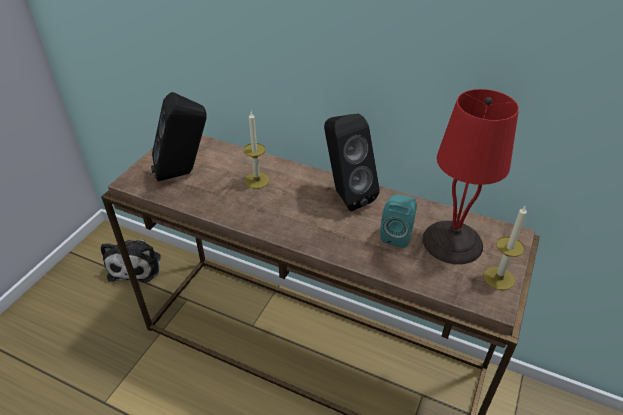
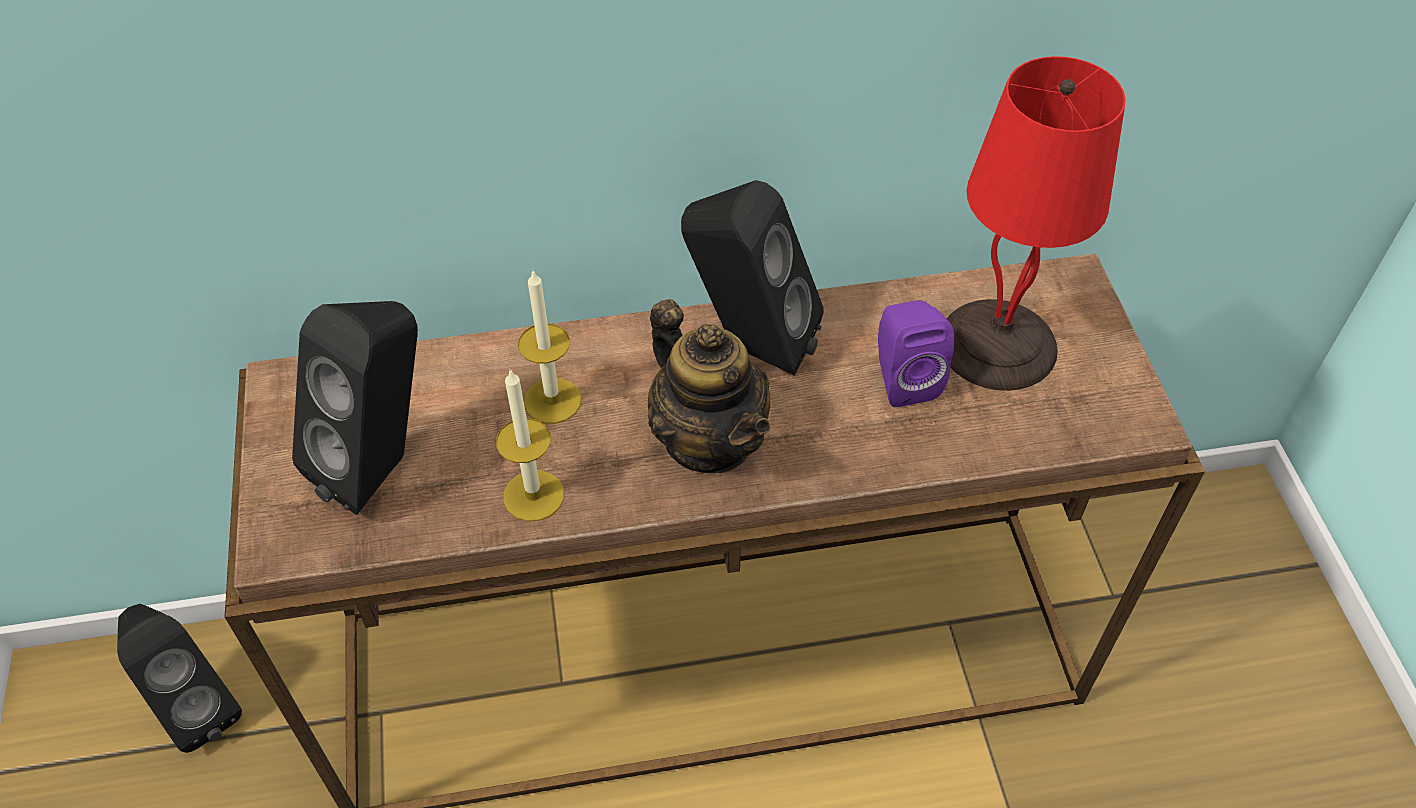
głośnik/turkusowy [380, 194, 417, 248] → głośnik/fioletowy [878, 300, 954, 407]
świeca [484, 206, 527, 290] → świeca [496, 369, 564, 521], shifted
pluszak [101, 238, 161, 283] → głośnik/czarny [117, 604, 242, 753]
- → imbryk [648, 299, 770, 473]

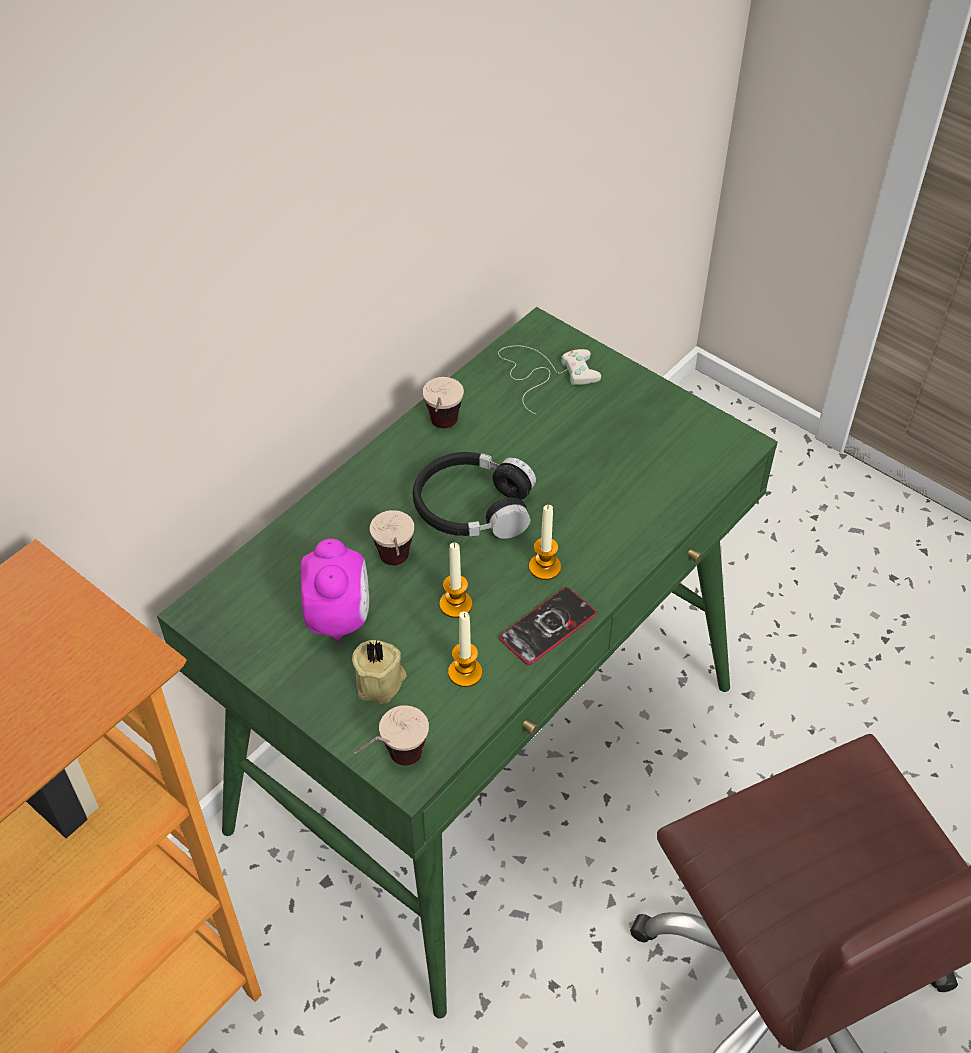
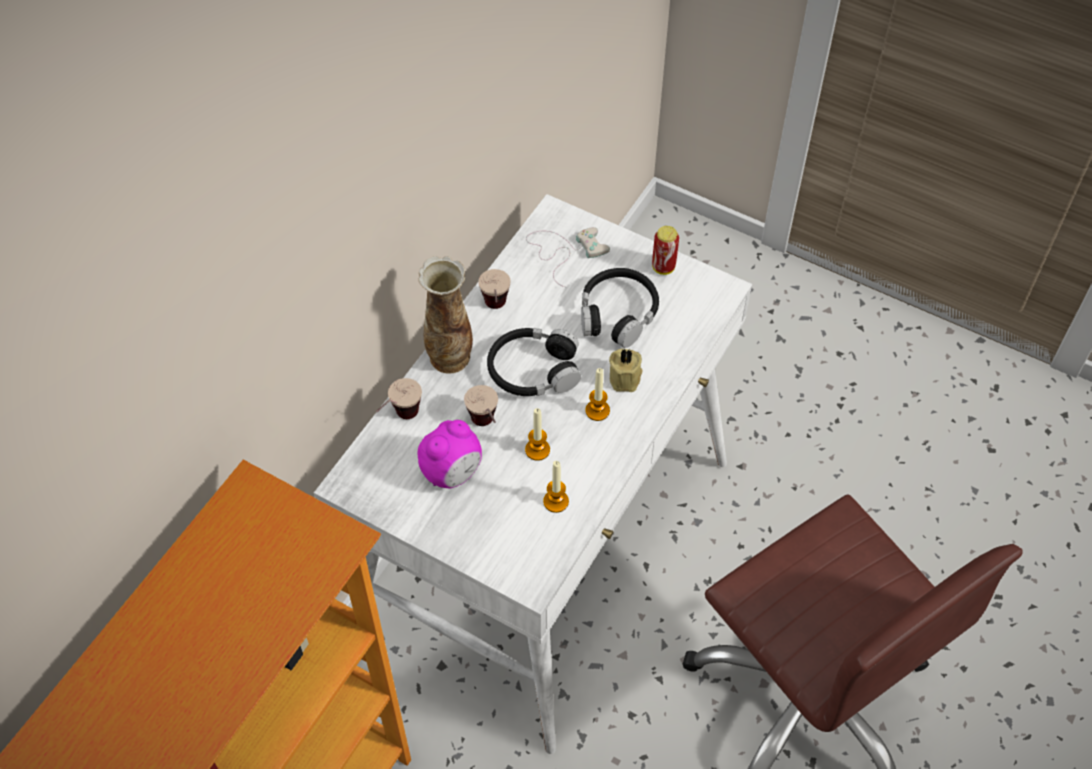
biurko/zielony [157, 307, 778, 1019] → biurko/biały [314, 194, 752, 754]
budzik [301, 539, 369, 642] → budzik [418, 420, 482, 488], 60 degrees clockwise
telefon [499, 587, 596, 665] → -
świeca/beżowy [352, 640, 407, 704] → świeca/beżowy [609, 348, 643, 392], shifted
filiżanka [354, 705, 429, 766] → filiżanka [376, 378, 422, 419], shifted
- → puszka [652, 226, 679, 275]
- → wazon [418, 256, 473, 374]
- → słuchawki/czarny [581, 268, 659, 348]

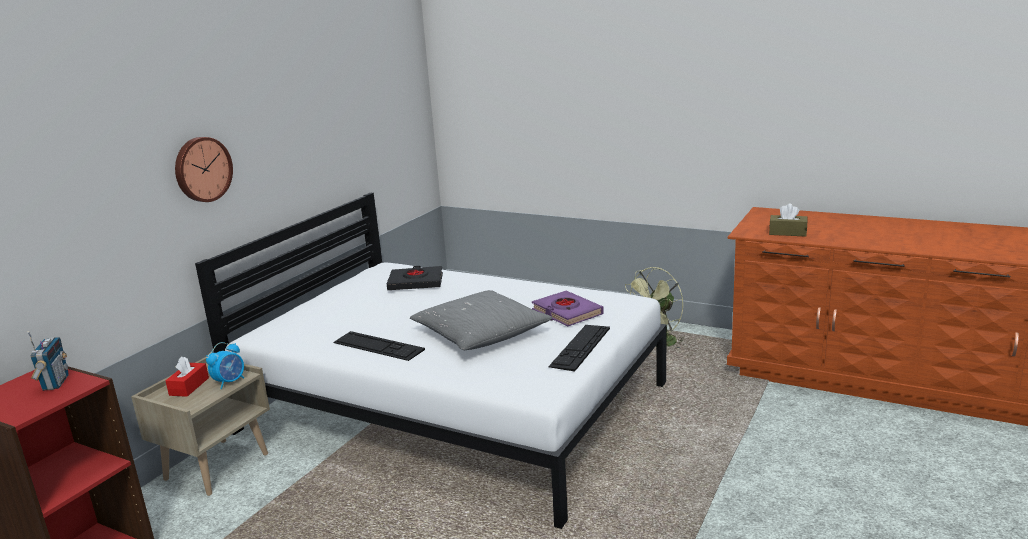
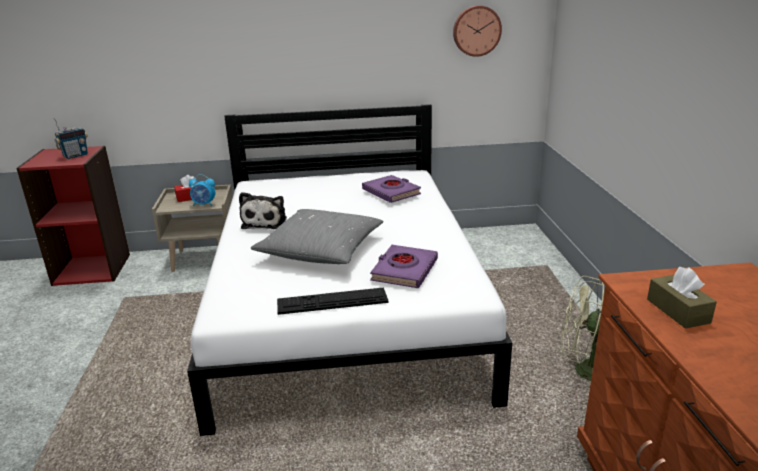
zegar ścienny [175, 137, 233, 202] → zegar ścienny [453, 5, 502, 57], shifted
książka/czarny [387, 266, 443, 290] → książka/fioletowy [362, 175, 421, 203]
klawiatura [333, 331, 425, 361] → pluszak [239, 192, 287, 229]

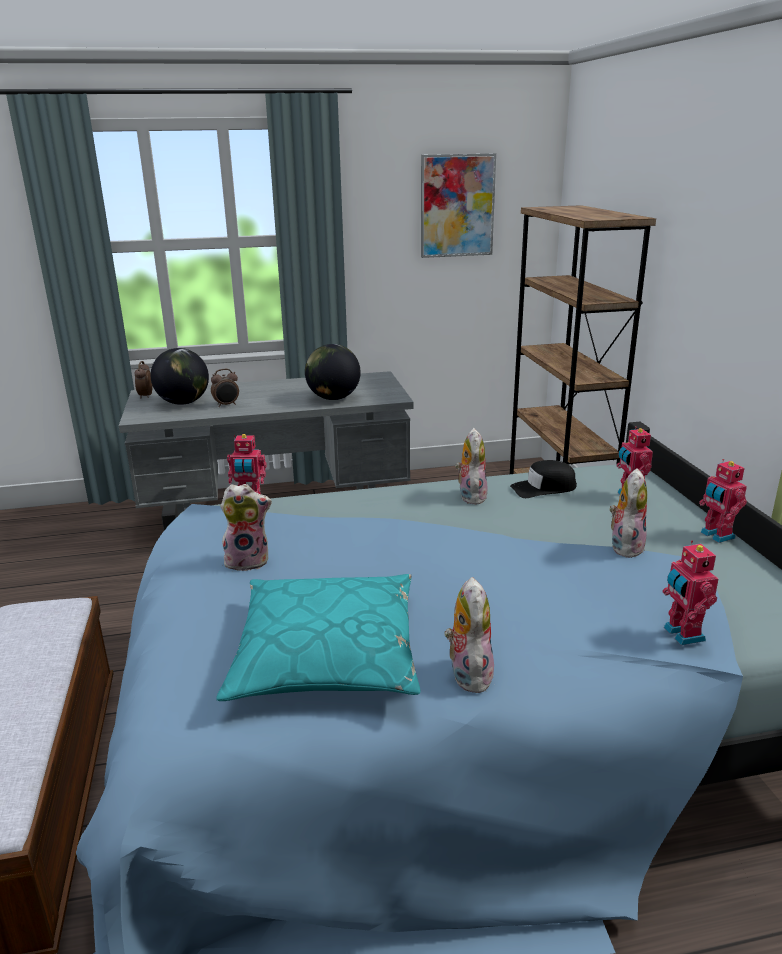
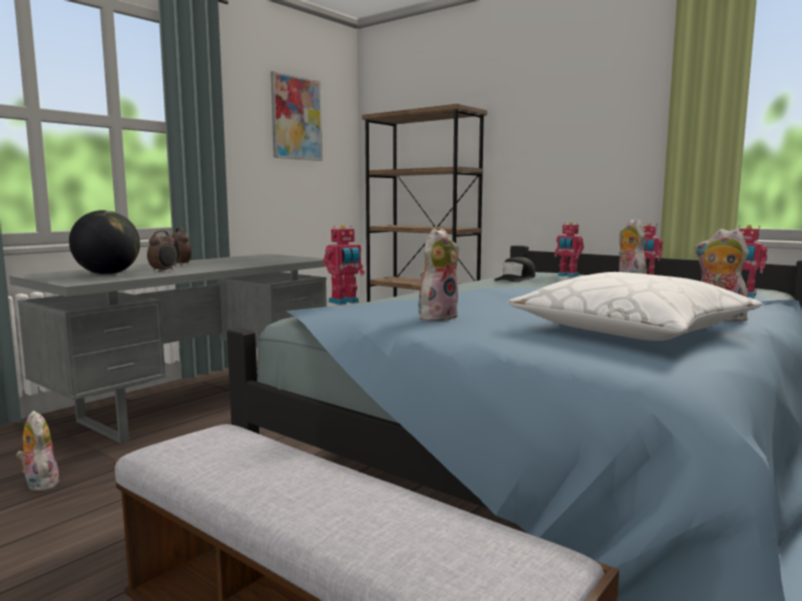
globus [305, 344, 361, 400] → -
budzik [135, 361, 153, 399] → budzik [172, 228, 191, 266], shifted
pluszak [455, 428, 488, 504] → pluszak [16, 411, 61, 491], shifted
poduszka/turkusowy [216, 574, 420, 701] → poduszka/biały [507, 272, 762, 341]

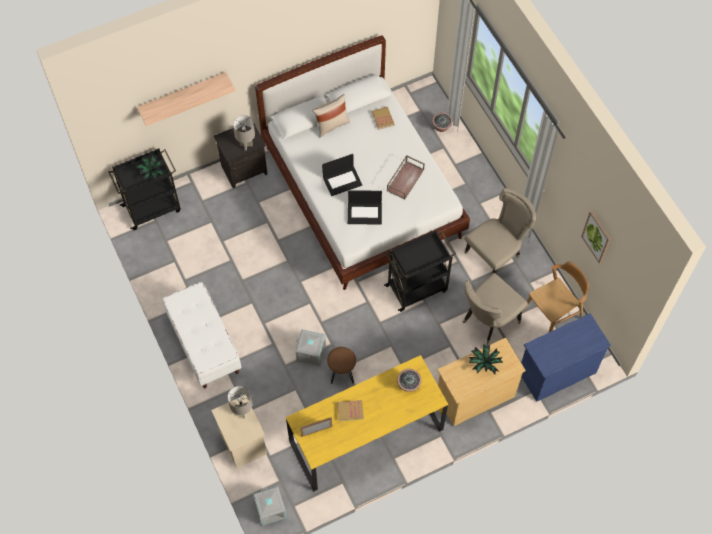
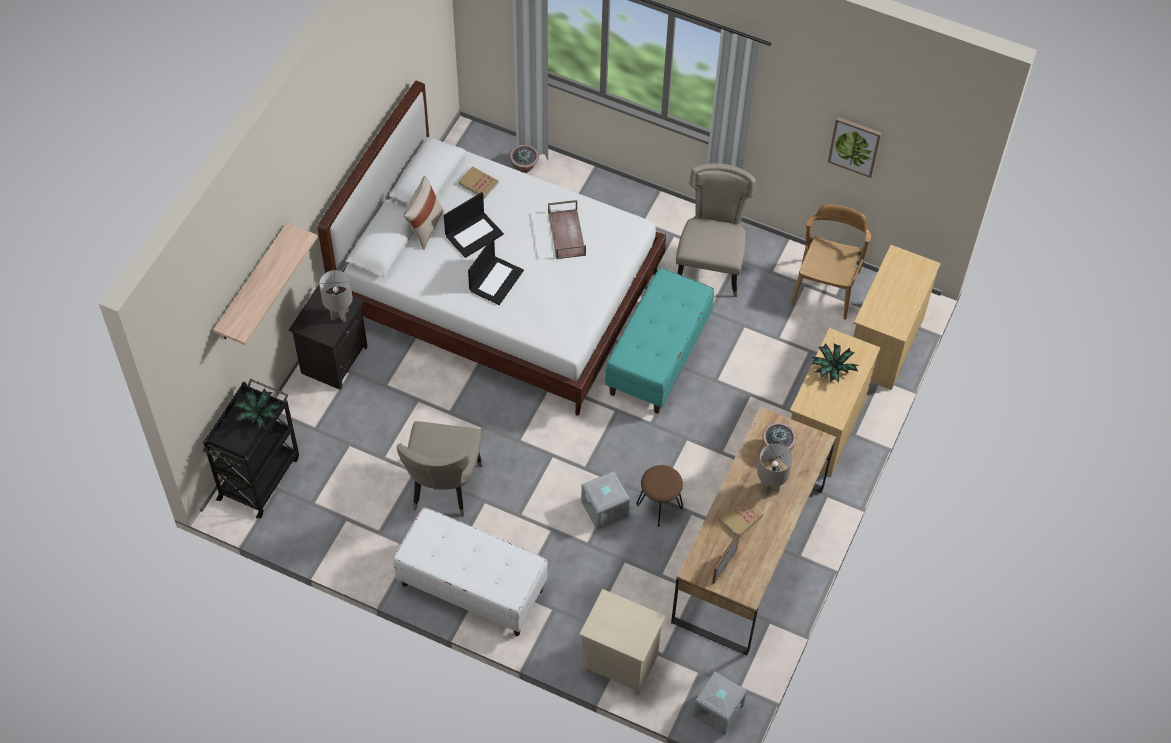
laptop [348, 190, 382, 225] → laptop [444, 192, 504, 258], shifted
wózek/czarny [384, 230, 456, 312] → ławka/turkusowy [605, 268, 714, 414]
krzesło/beżowy [463, 273, 528, 345] → krzesło/beżowy [397, 421, 483, 517], shifted
komoda/niebieski [521, 313, 611, 402] → komoda/beżowy [853, 245, 941, 390]
biurko/żółty [286, 355, 448, 491] → biurko/brązowy [671, 407, 836, 655]
lampa stołowa/szary [227, 386, 252, 419] → lampa stołowa/szary [757, 443, 793, 495], shifted

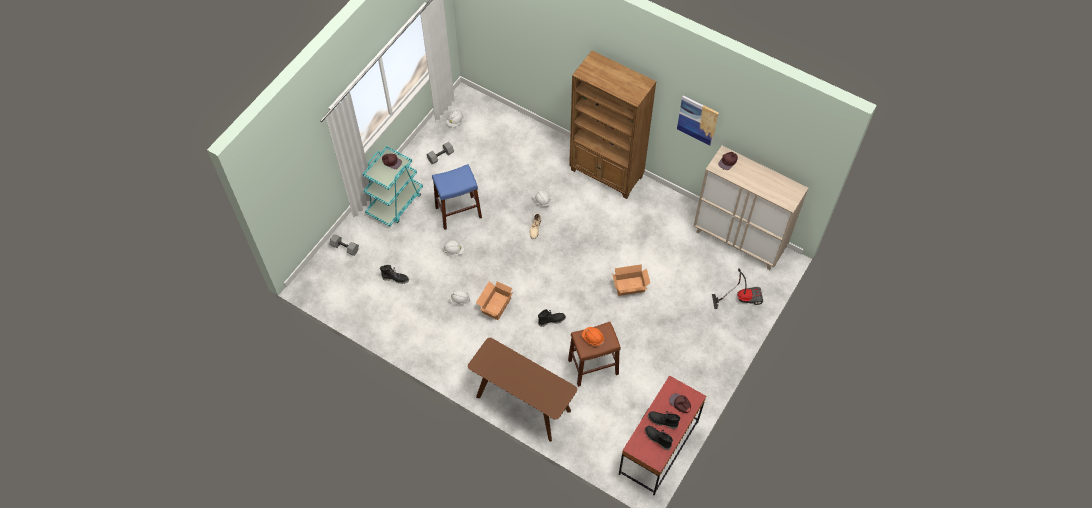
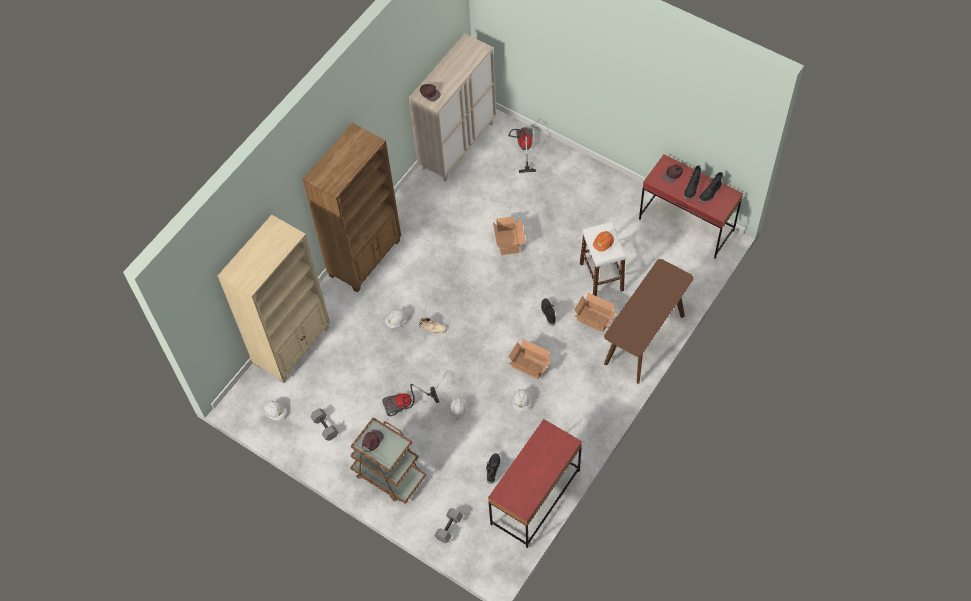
obraz [677, 96, 719, 146] → -
wózek/turkusowy [363, 146, 423, 227] → wózek/brązowy [350, 417, 426, 504]
stołek/niebieski [432, 164, 482, 230] → odkurzacz [382, 384, 439, 416]
stołek/brązowy [568, 322, 621, 387] → stołek/biały [580, 222, 626, 296]
- → regał/beżowy [218, 215, 330, 383]
- → karton [574, 293, 617, 332]
- → biurko/czerwony [488, 419, 582, 548]

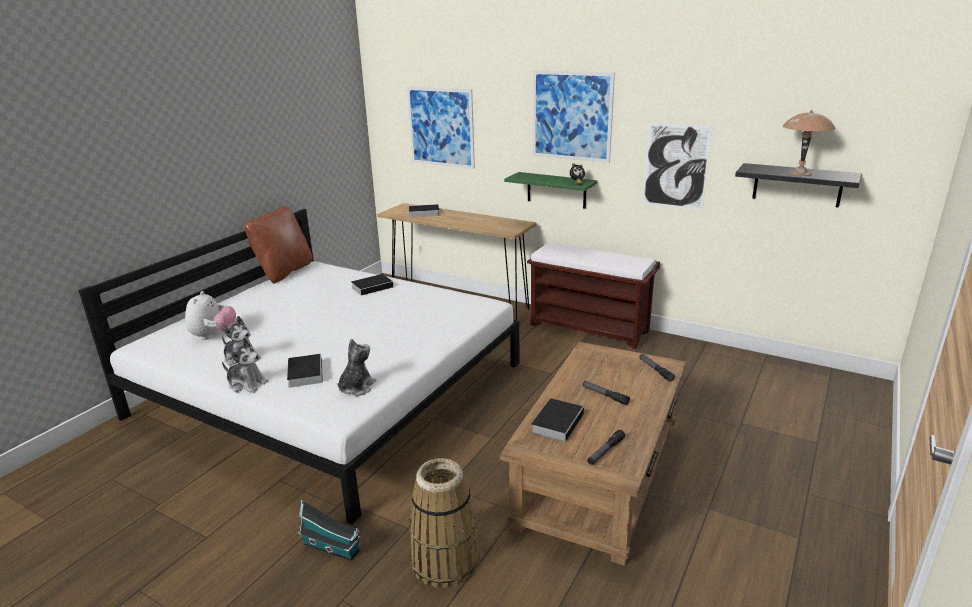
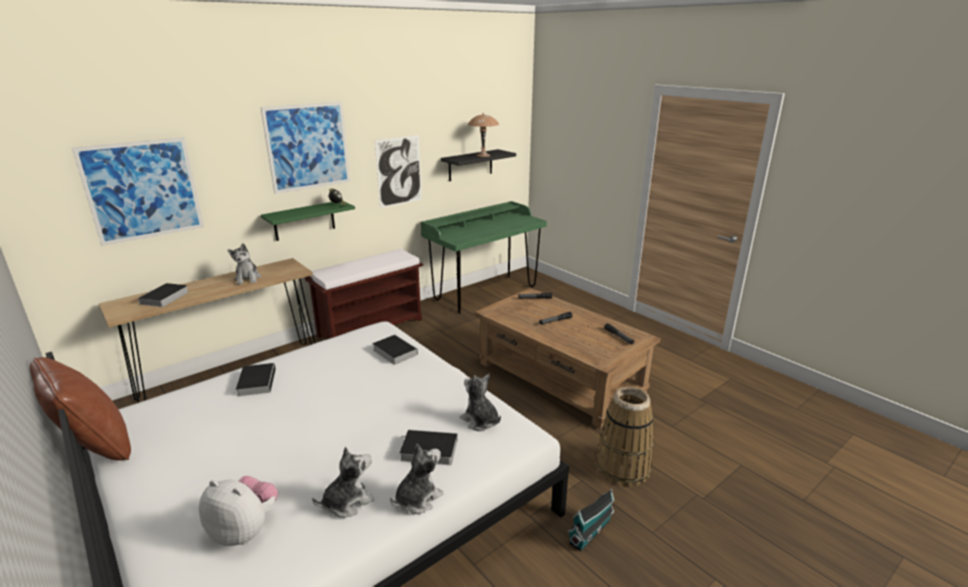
książka [531, 398, 584, 442] → książka [372, 335, 418, 365], shifted
- → biurko/zielony [421, 201, 547, 314]
- → pluszak [228, 243, 261, 285]

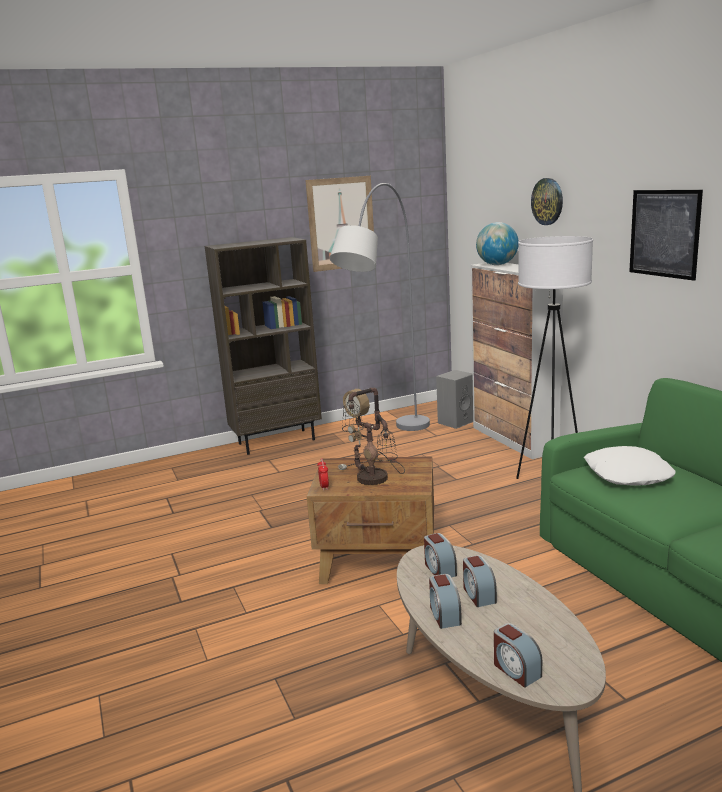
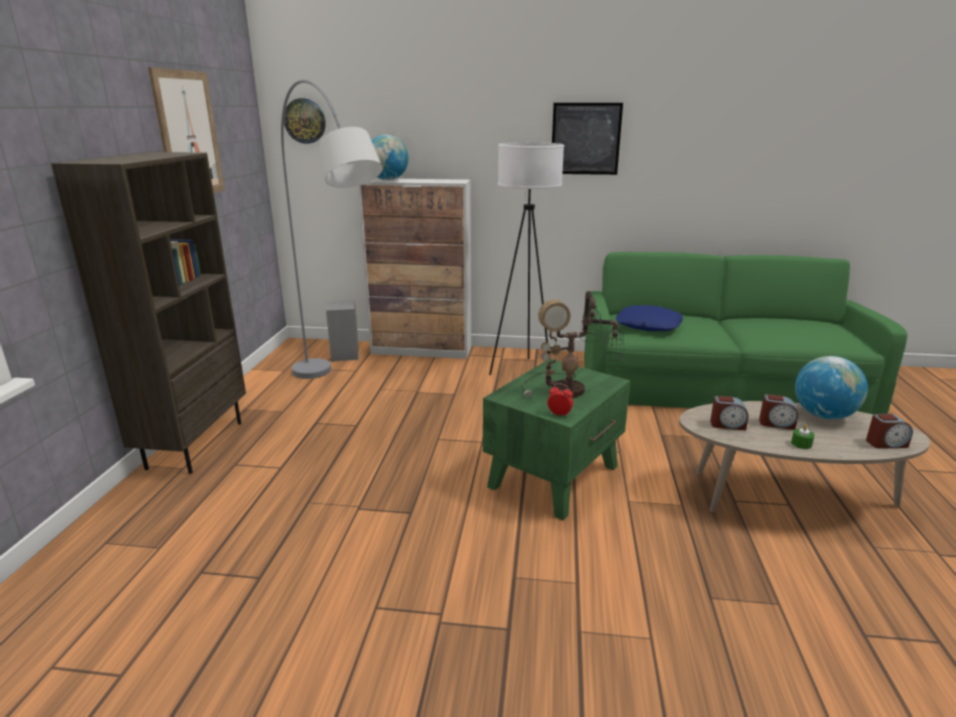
zegar ścienny [531, 178, 563, 225] → zegar ścienny [284, 98, 326, 144], shifted
poduszka/biały [584, 446, 676, 486] → poduszka/niebieski [616, 305, 683, 331]
stolik/brązowy [307, 456, 434, 584] → stolik/zielony [483, 359, 631, 520]
budzik [429, 574, 462, 629] → świeca/zielony [791, 424, 815, 449]
- → globus [795, 356, 868, 420]

